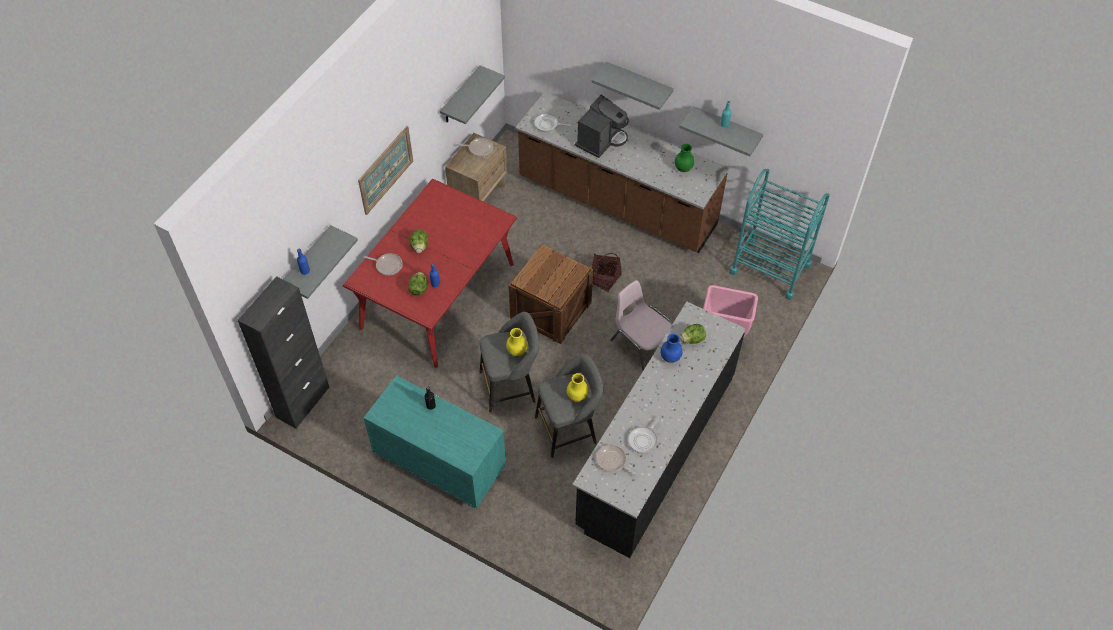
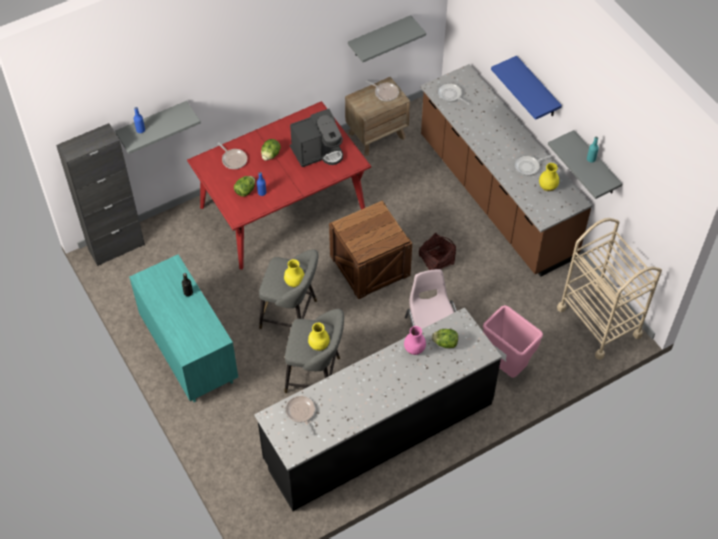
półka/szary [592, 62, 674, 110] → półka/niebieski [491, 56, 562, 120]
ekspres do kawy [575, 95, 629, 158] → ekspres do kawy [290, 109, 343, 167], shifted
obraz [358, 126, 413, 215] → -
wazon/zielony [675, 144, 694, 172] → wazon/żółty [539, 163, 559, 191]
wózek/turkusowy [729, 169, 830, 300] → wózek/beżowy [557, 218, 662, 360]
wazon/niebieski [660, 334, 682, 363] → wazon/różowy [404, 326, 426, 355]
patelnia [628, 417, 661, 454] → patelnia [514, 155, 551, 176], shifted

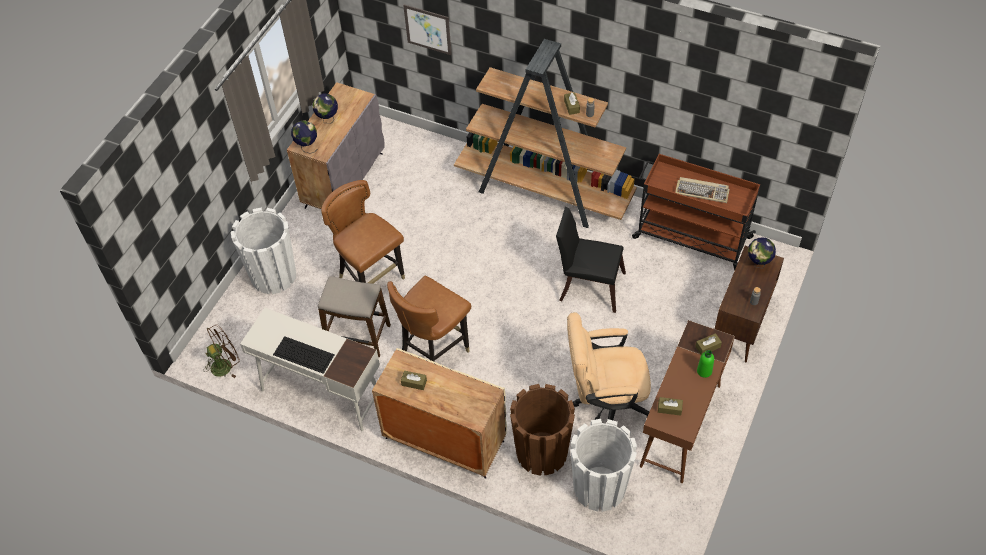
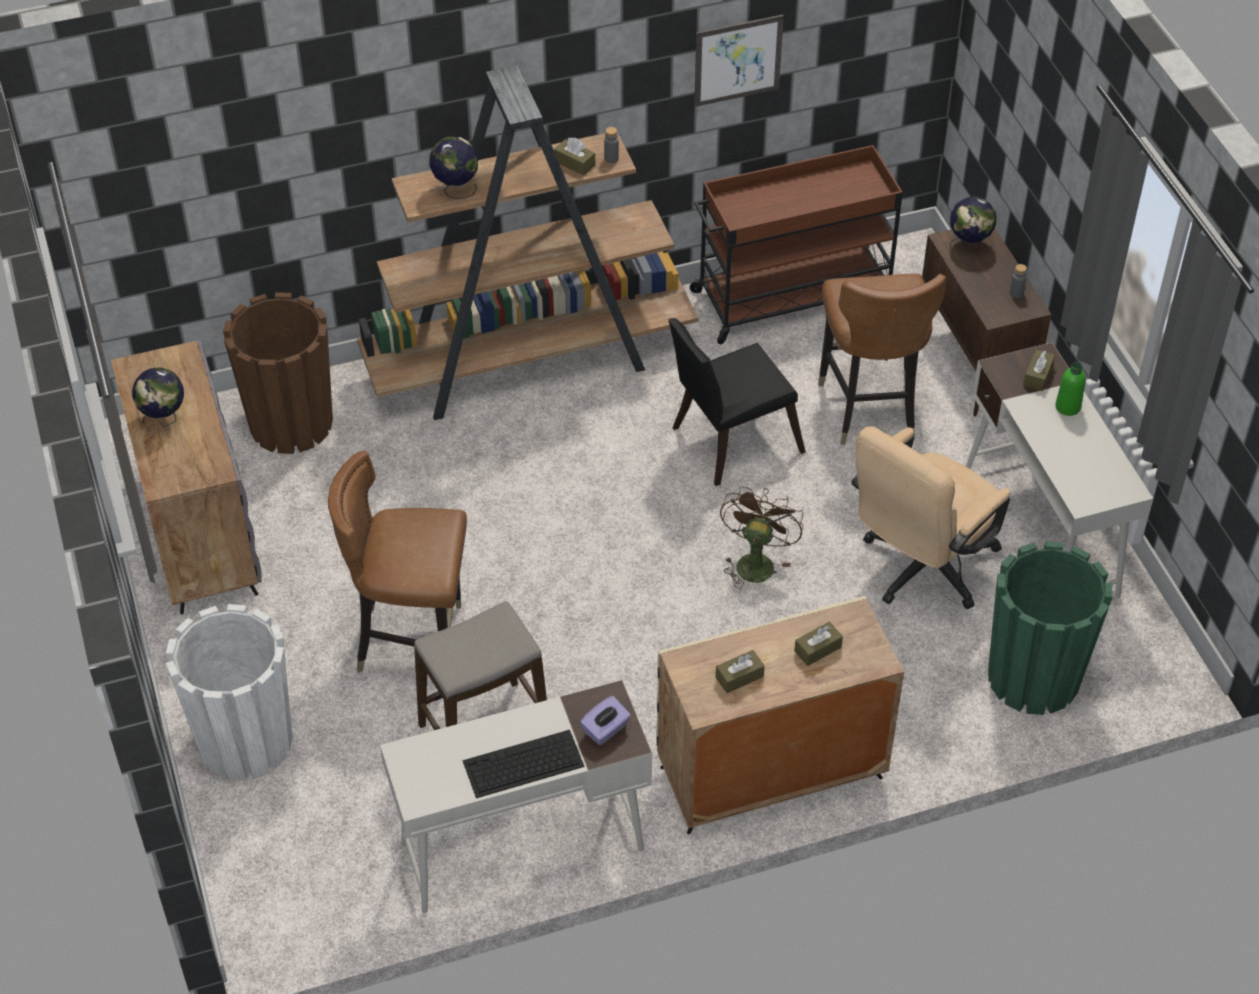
obraz [403, 4, 452, 55] → obraz [694, 14, 784, 107], shifted
globus [291, 120, 317, 154] → globus [430, 137, 478, 199], shifted
klawiatura [675, 177, 730, 203] → -
krzesło/brązowy [387, 276, 471, 362] → krzesło/brązowy [818, 274, 946, 445], shifted
biurko/brązowy [640, 320, 735, 483] → biurko/biały [966, 342, 1153, 598]
wentylator/brązowy [203, 325, 240, 378] → wentylator/brązowy [720, 486, 803, 589], shifted
donica/brązowy [510, 384, 575, 476] → donica/brązowy [223, 292, 333, 454], shifted
pudełko chusteczek/brązowy [658, 397, 683, 416] → pudełko chusteczek/brązowy [794, 622, 843, 666], shifted
donica/biały [570, 419, 637, 512] → donica/zielony [988, 541, 1113, 715]
- → pudełko chusteczek/fioletowy [580, 696, 631, 745]

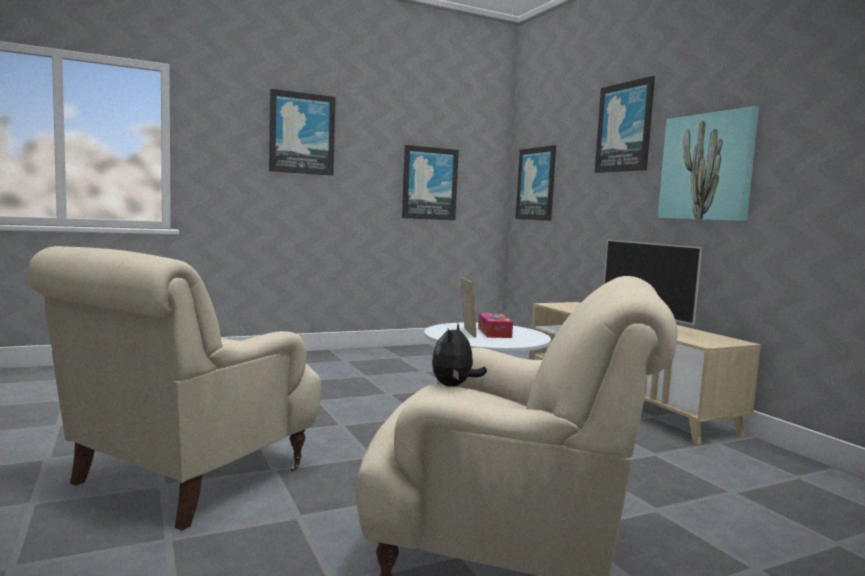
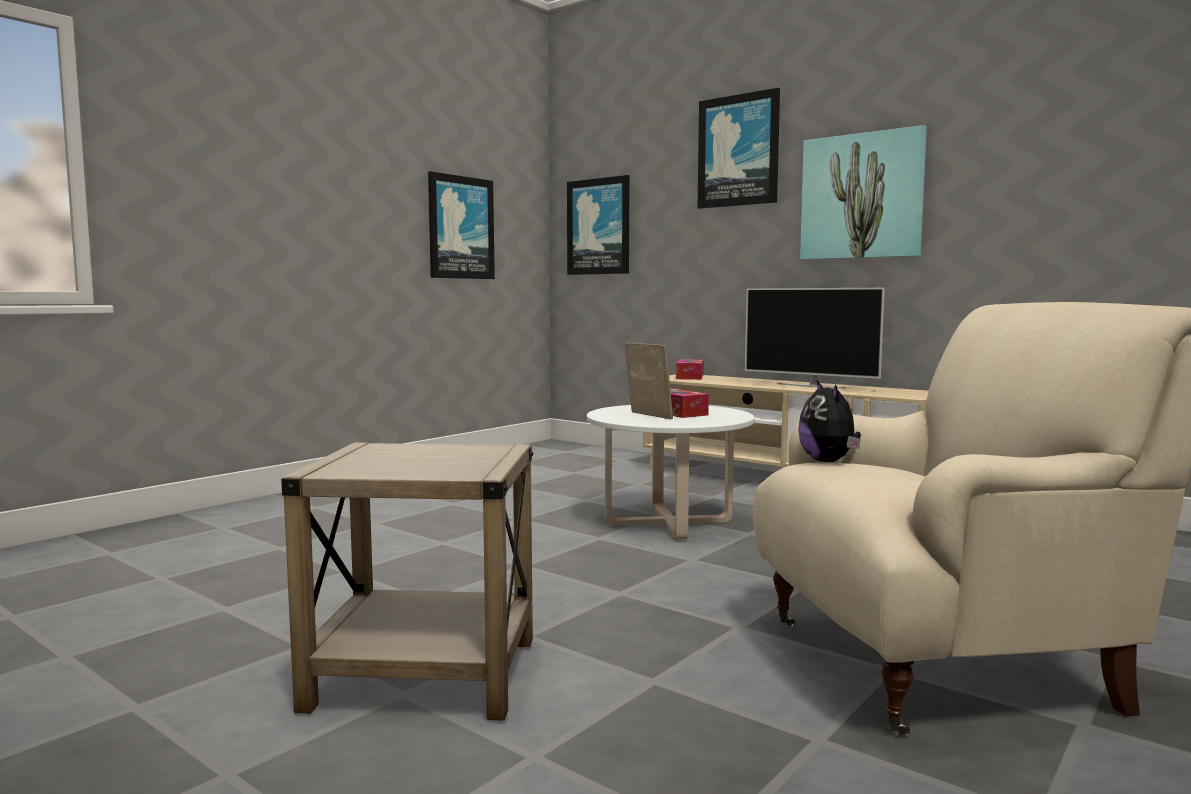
obraz [269, 89, 336, 176] → -
fotel/beżowy [28, 246, 321, 531] → stolik/beżowy [281, 442, 533, 721]
- → pudełko chusteczek [676, 359, 704, 380]

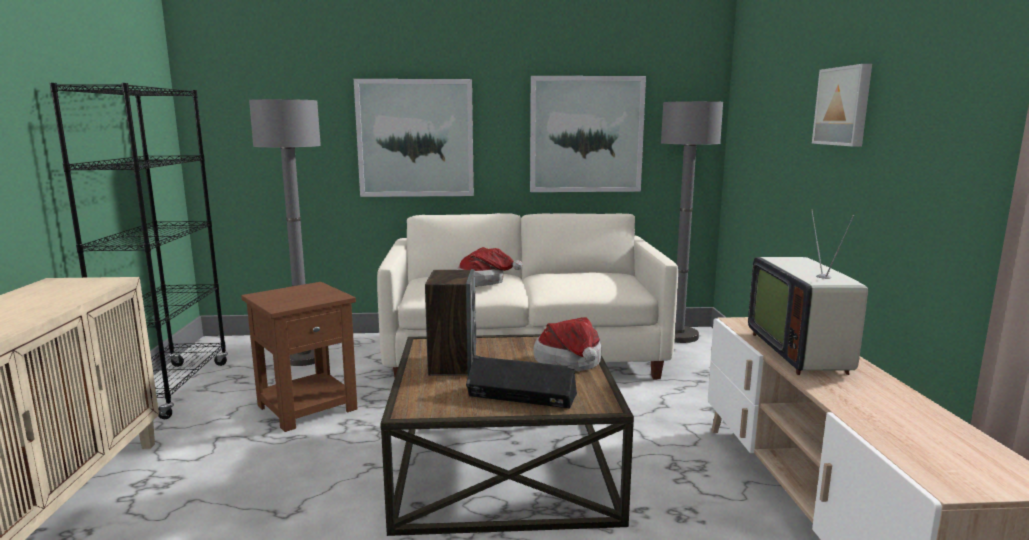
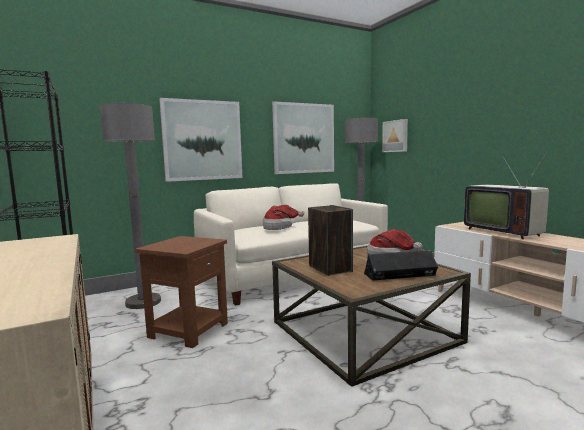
obraz [812, 64, 872, 147] → obraz [382, 119, 408, 152], shifted

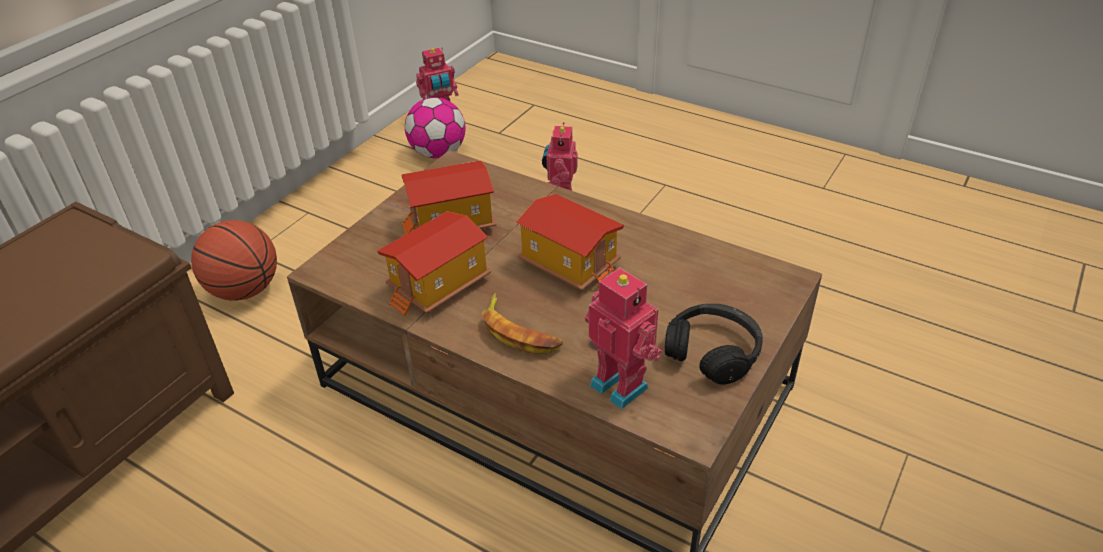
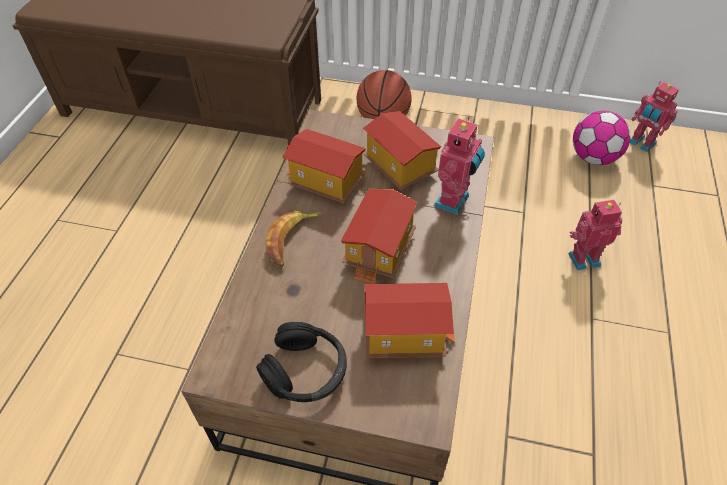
robot zabawkowy [585, 268, 663, 409] → robot zabawkowy [434, 117, 485, 215], shifted
- → domek [364, 283, 455, 358]

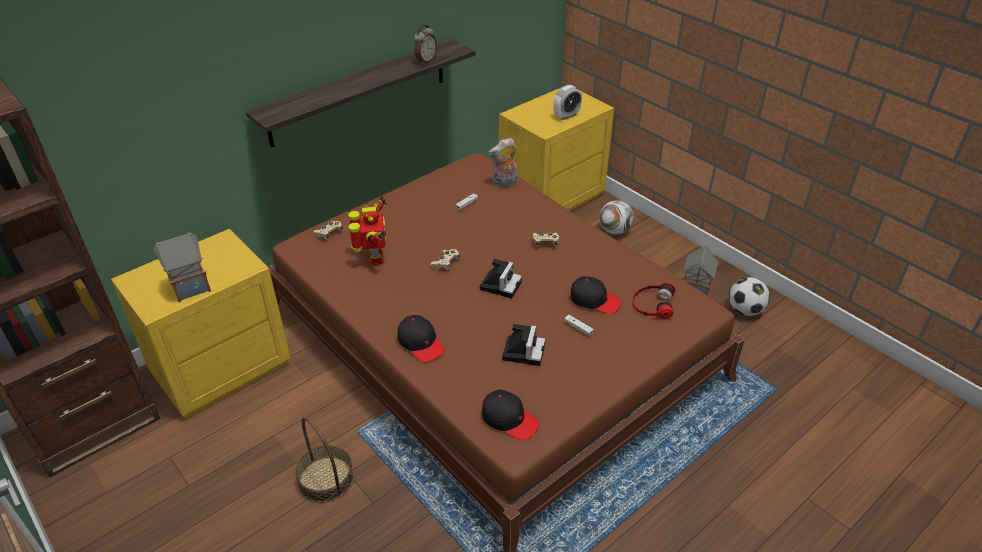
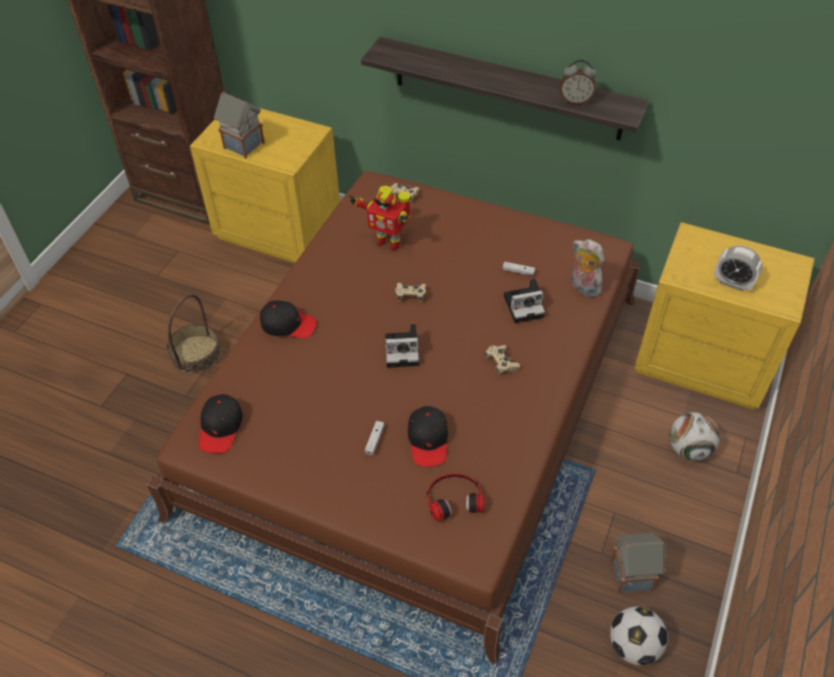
robot zabawkowy [348, 196, 387, 265] → robot zabawkowy [349, 186, 411, 251], 60 degrees clockwise
czapka z daszkiem/czarny [398, 315, 445, 362] → czapka z daszkiem/czarny [260, 300, 317, 338], 105 degrees counterclockwise
aparat fotograficzny [502, 324, 546, 366] → aparat fotograficzny [504, 278, 545, 323], shifted

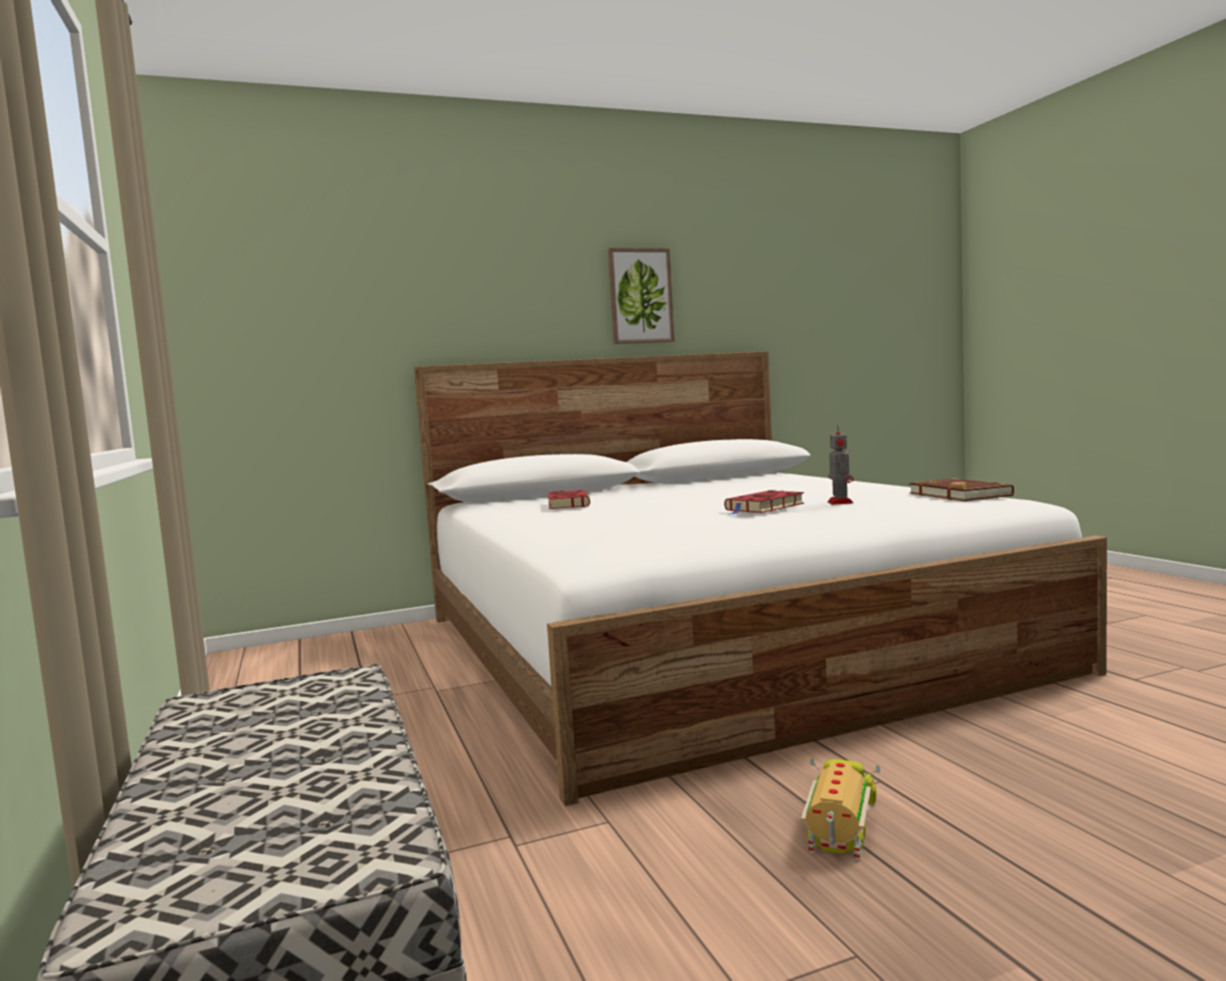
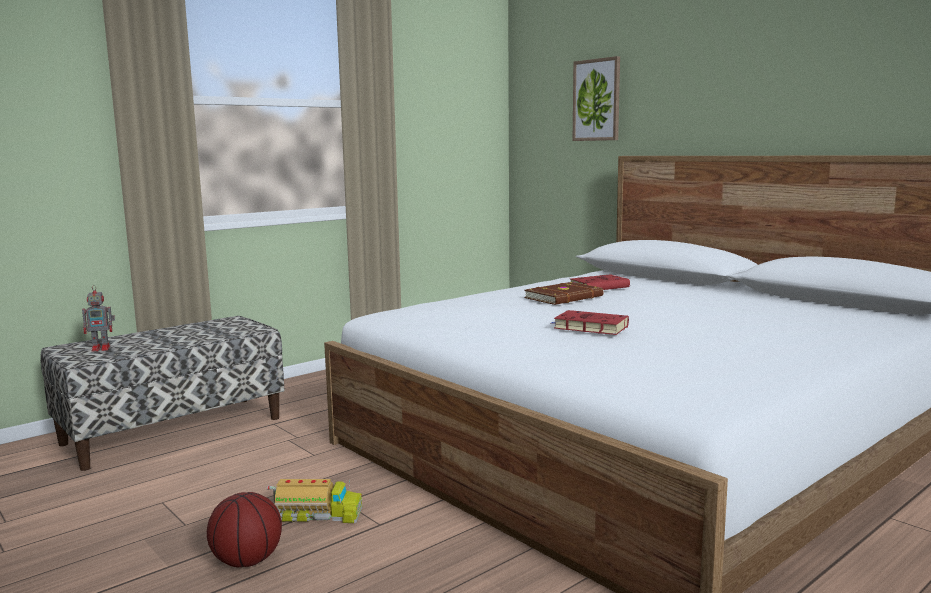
obraz [608, 248, 675, 344] → obraz [573, 56, 620, 141], shifted
robot zabawkowy [828, 425, 853, 505] → robot zabawkowy [82, 285, 115, 352], shifted
książka/brązowy [909, 478, 1014, 501] → książka/brązowy [524, 282, 603, 305], shifted
- → piłka do koszykówki [207, 492, 282, 567]

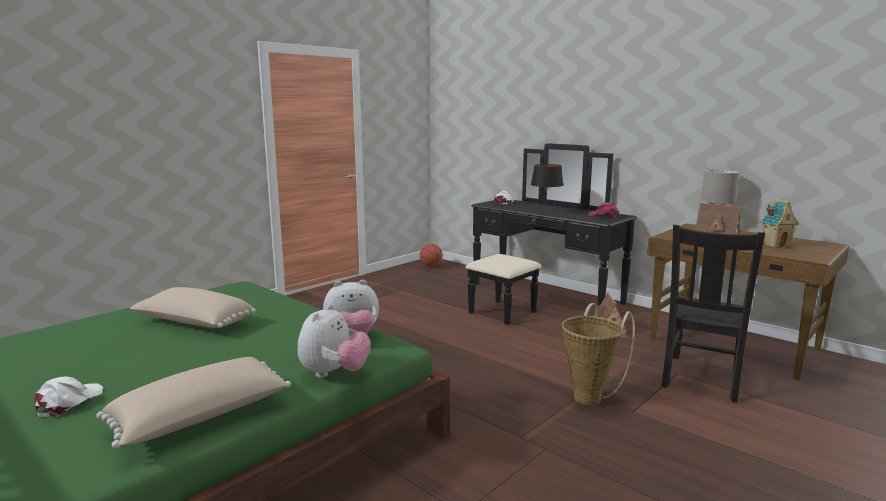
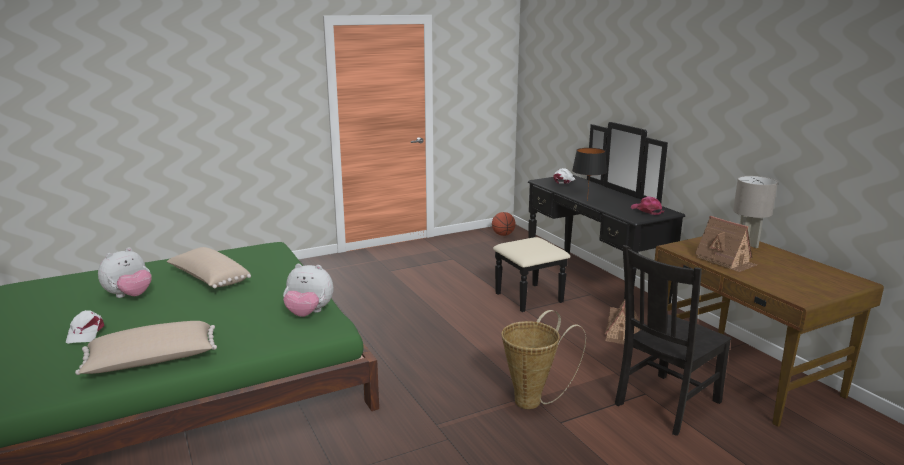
domek [760, 199, 799, 248] → -
pluszak [297, 304, 371, 378] → pluszak [98, 247, 152, 298], shifted
czapka z daszkiem/biały [34, 377, 103, 417] → czapka z daszkiem/biały [66, 310, 105, 344], 135 degrees clockwise

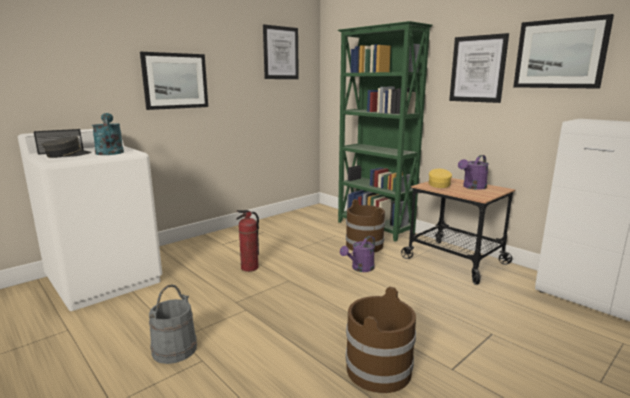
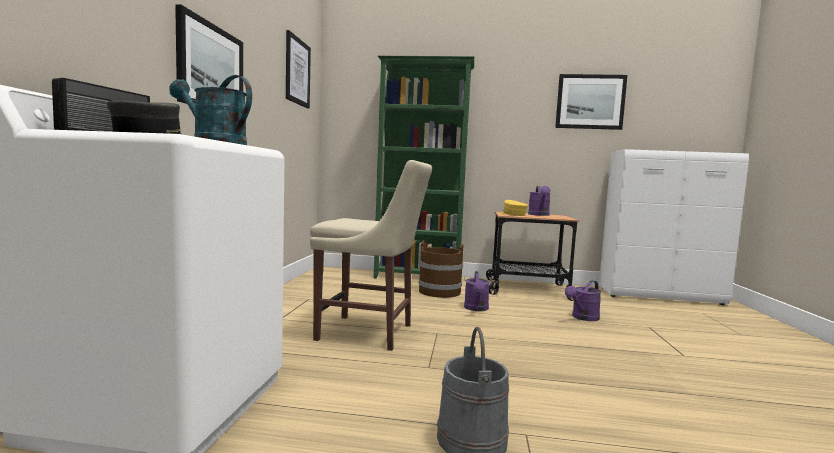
obraz [449, 33, 509, 103] → -
gaśnica [236, 210, 259, 272] → krzesło/beżowy [310, 160, 432, 351]
wiadro/brązowy [346, 287, 416, 393] → -
- → konewka/fioletowy [565, 280, 601, 321]

